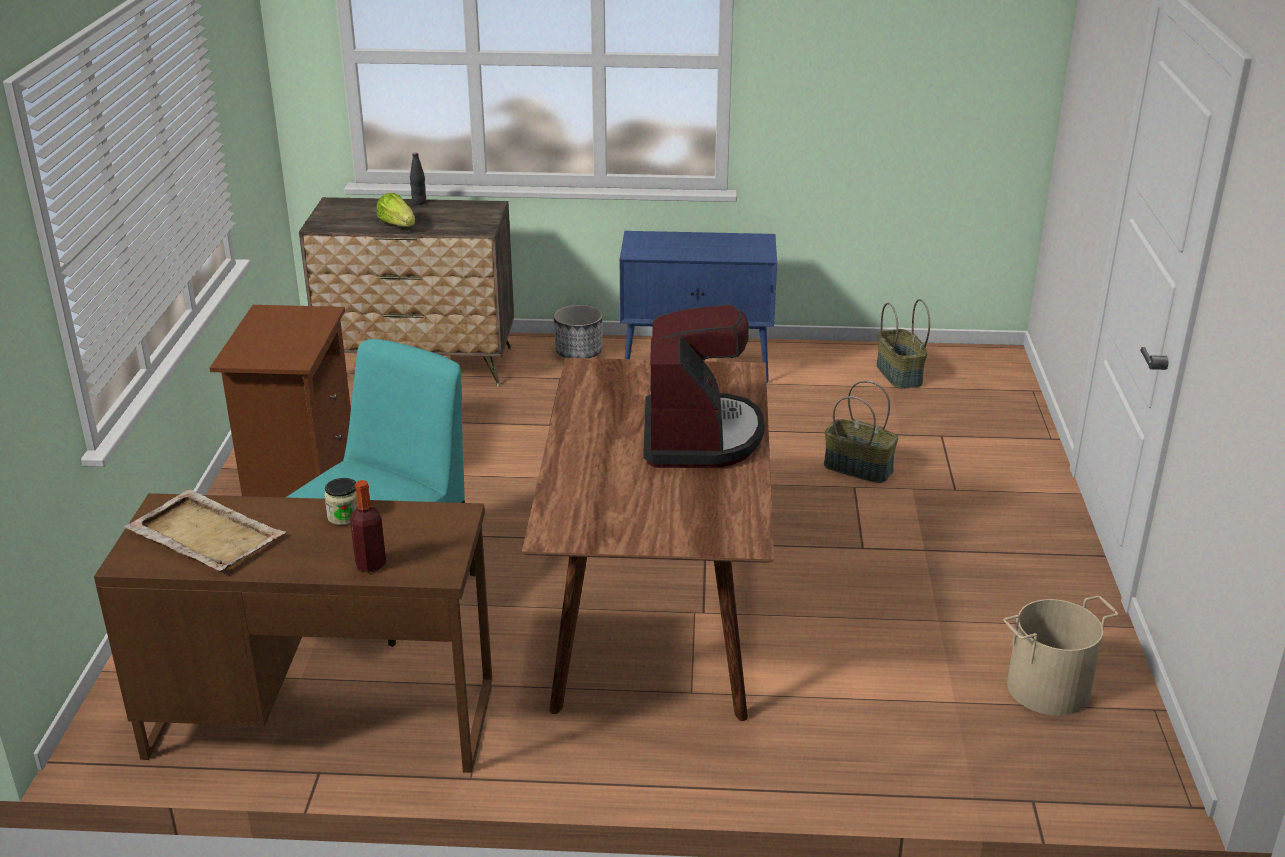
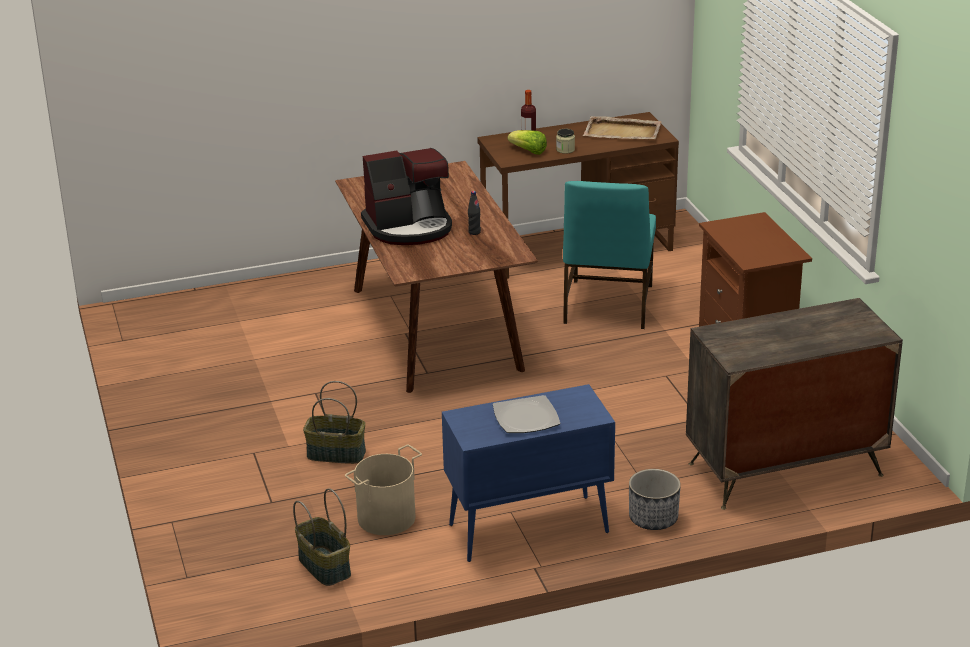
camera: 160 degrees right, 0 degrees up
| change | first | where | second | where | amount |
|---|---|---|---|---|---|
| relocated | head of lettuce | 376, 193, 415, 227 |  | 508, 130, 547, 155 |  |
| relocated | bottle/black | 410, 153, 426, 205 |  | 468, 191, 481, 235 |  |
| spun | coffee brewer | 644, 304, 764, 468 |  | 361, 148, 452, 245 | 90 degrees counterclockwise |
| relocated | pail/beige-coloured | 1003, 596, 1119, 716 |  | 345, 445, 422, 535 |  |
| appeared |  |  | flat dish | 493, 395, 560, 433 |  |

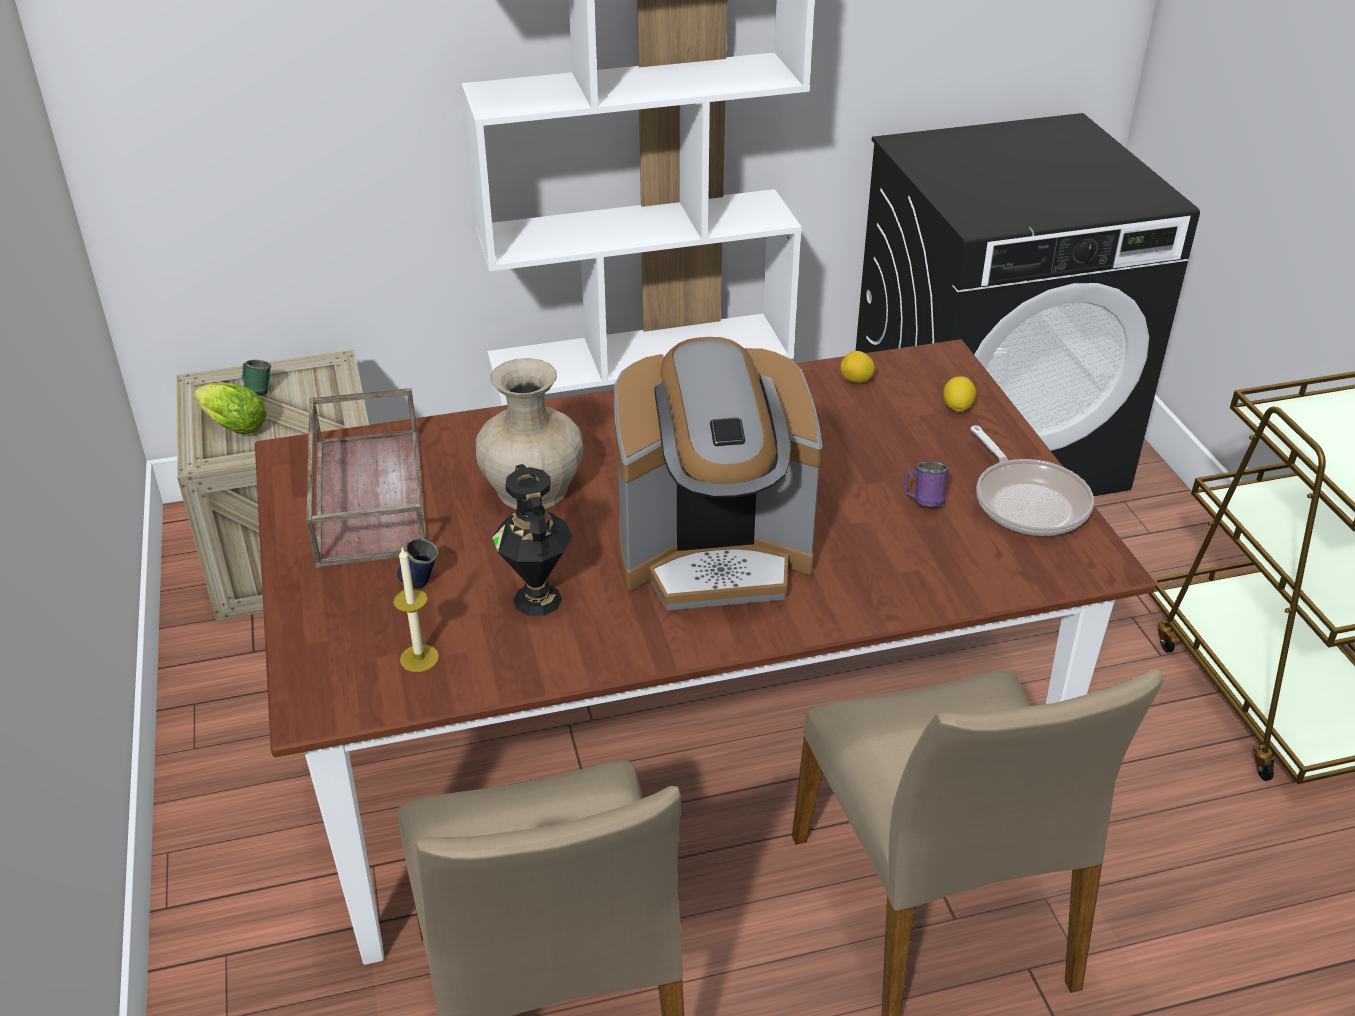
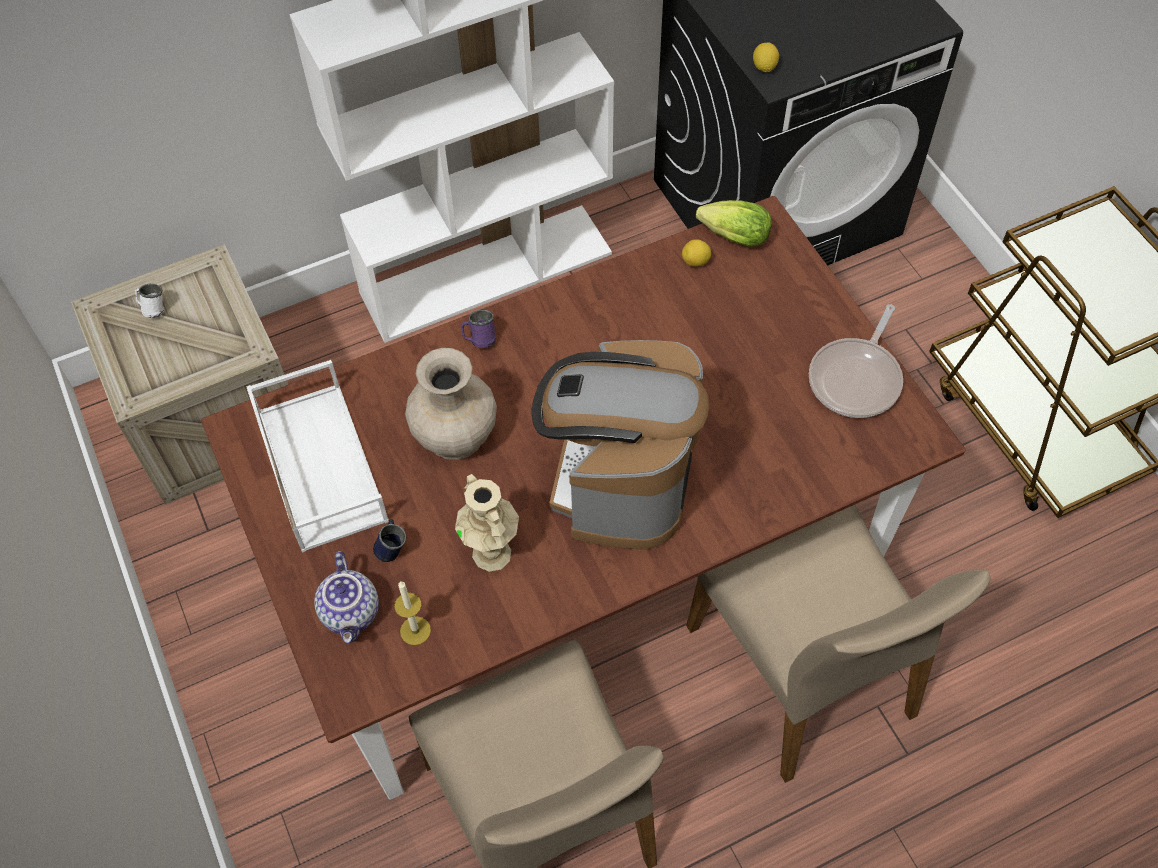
camera: 10 degrees left, 20 degrees up
| change | first | where | second | where | amount |
|---|---|---|---|---|---|
| relocated | head of lettuce | 193, 383, 267, 434 |  | 696, 200, 772, 247 |  |
| colour | mug/green-coloured | 242, 360, 271, 396 | mug/white | 135, 284, 164, 318 |  |
| colour | serving tray/brown-coloured | 307, 388, 426, 568 | serving tray/white | 246, 360, 389, 553 |  |
| colour | vase/black | 492, 464, 573, 616 | vase/beige-coloured | 455, 474, 519, 572 |  |
| spun | coffee brewer | 614, 337, 823, 610 |  | 531, 340, 709, 550 | 120 degrees clockwise |
| relocated | mug/purplish | 904, 462, 949, 507 |  | 461, 310, 496, 348 |  |
| relocated | citrus fruit | 943, 376, 976, 412 |  | 753, 42, 779, 72 |  |
| spun | pan | 970, 425, 1094, 536 |  | 809, 304, 903, 418 | 60 degrees clockwise |
| appeared |  |  | teapot | 314, 551, 379, 643 |  |

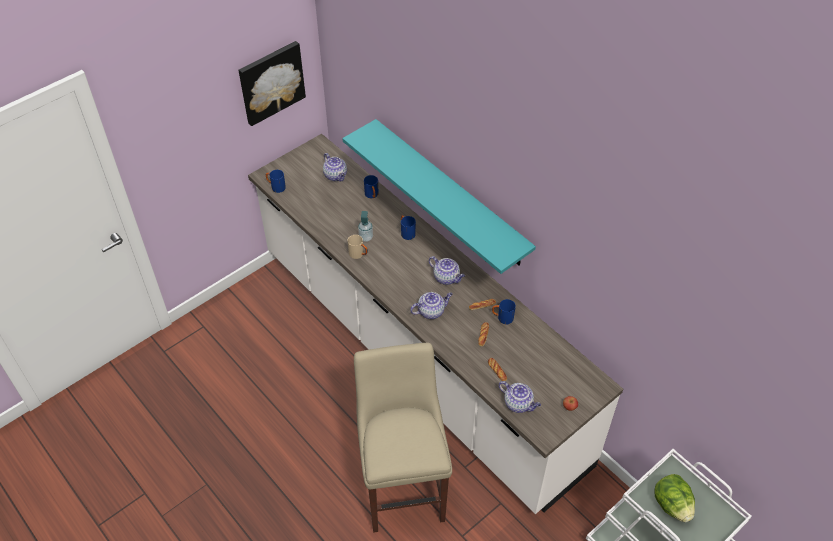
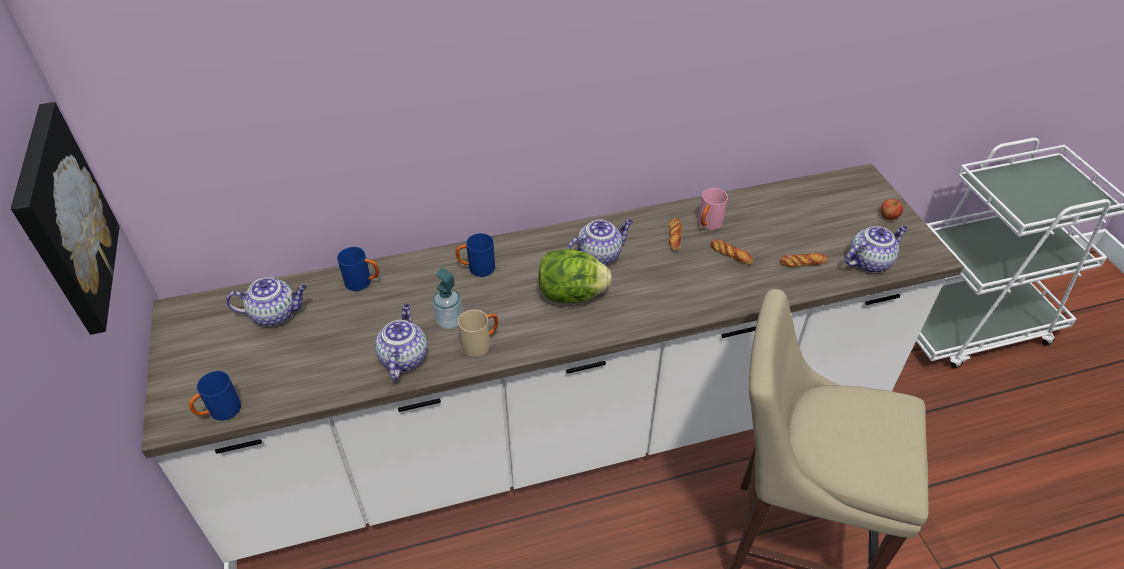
camera: 65 degrees left, 5 degrees down
| change | first | where | second | where | amount |
|---|---|---|---|---|---|
| missing | bracket shelf/turquoise | 342, 119, 536, 274 |  |  |  |
| relocated | teapot | 410, 292, 452, 319 |  | 375, 304, 427, 380 |  |
| colour | mug/blue | 492, 299, 516, 324 | mug/pinkish | 698, 188, 728, 230 |  |
| relocated | head of lettuce | 654, 474, 695, 522 |  | 539, 249, 612, 303 |  |

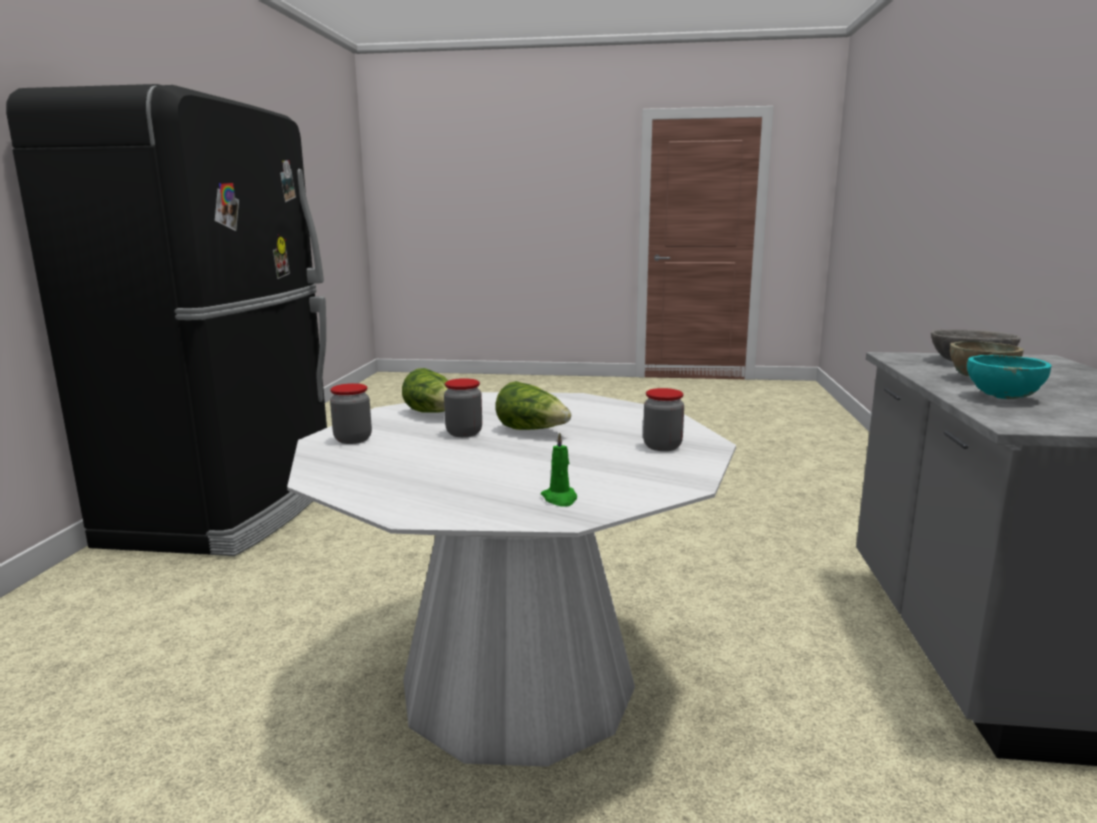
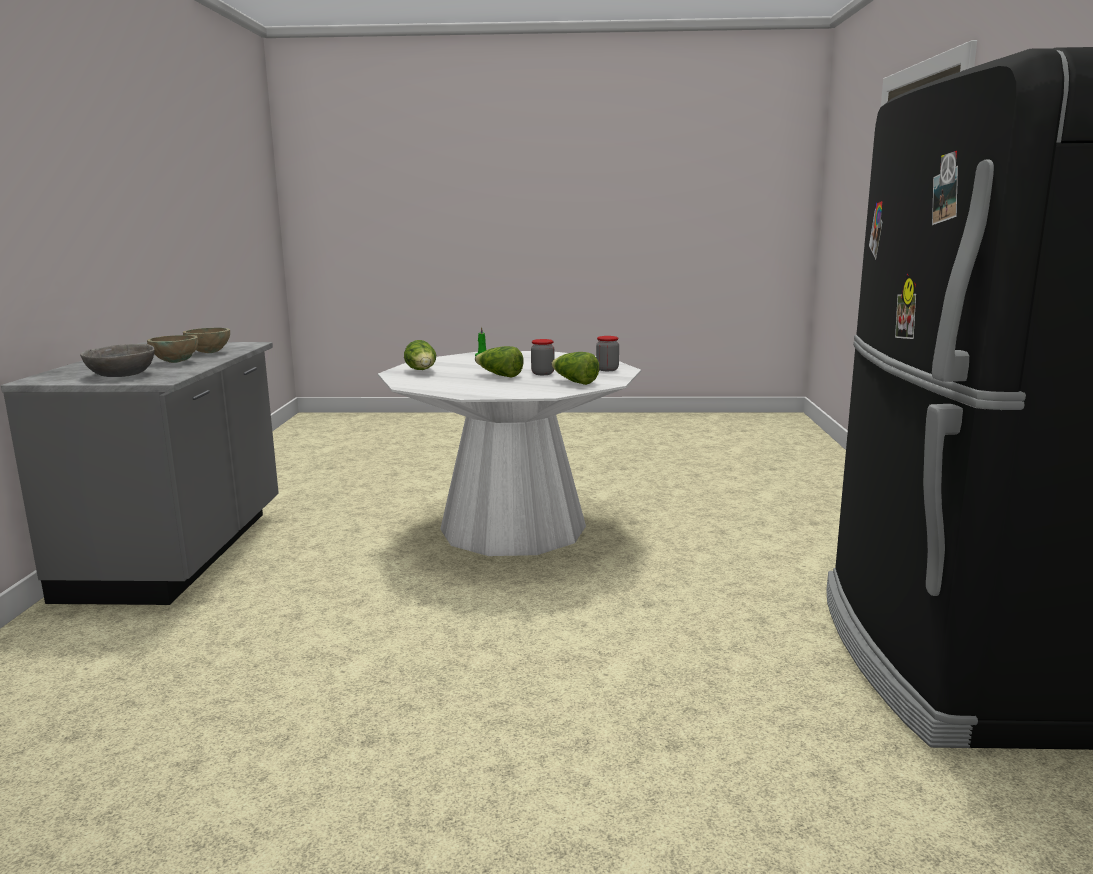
camera: 175 degrees right, 0 degrees up
| change | first | where | second | where | amount |
|---|---|---|---|---|---|
| exchanged | preserve jar | 643, 388, 684, 451 | head of lettuce | 404, 340, 436, 370 |  |
| colour | serving bowl/turquoise | 967, 355, 1051, 399 | serving bowl/beige-coloured | 183, 328, 230, 353 |  |

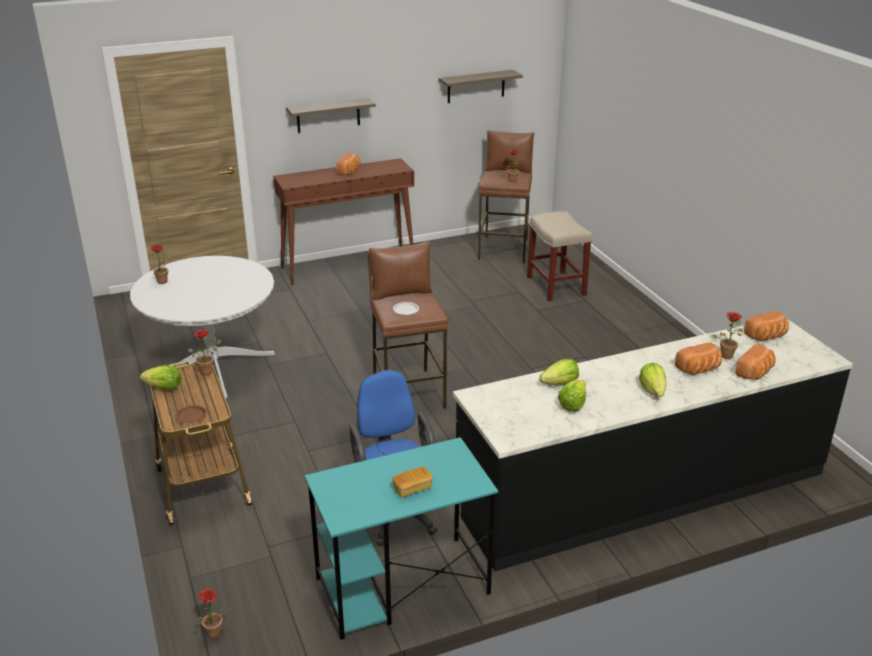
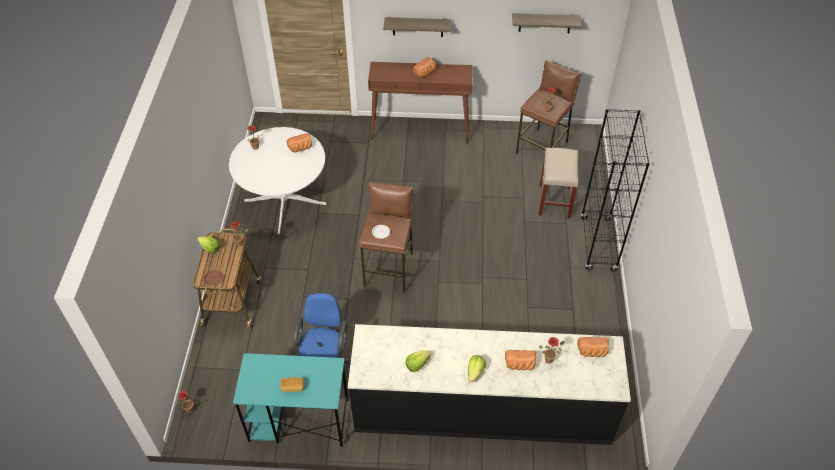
camera: 25 degrees right, 20 degrees up
| change | first | where | second | where | amount |
|---|---|---|---|---|---|
| missing | head of lettuce | 539, 359, 579, 385 |  |  |  |
| relocated | baked bread | 735, 343, 776, 380 |  | 287, 133, 312, 152 |  |
| appeared |  |  | bookshelf/black | 581, 109, 650, 271 |  |

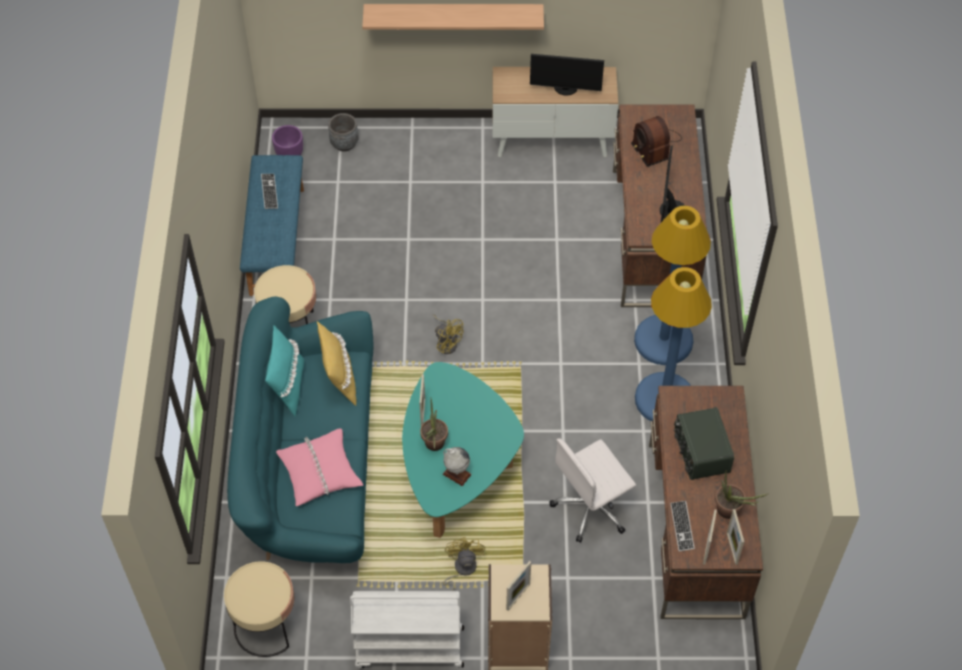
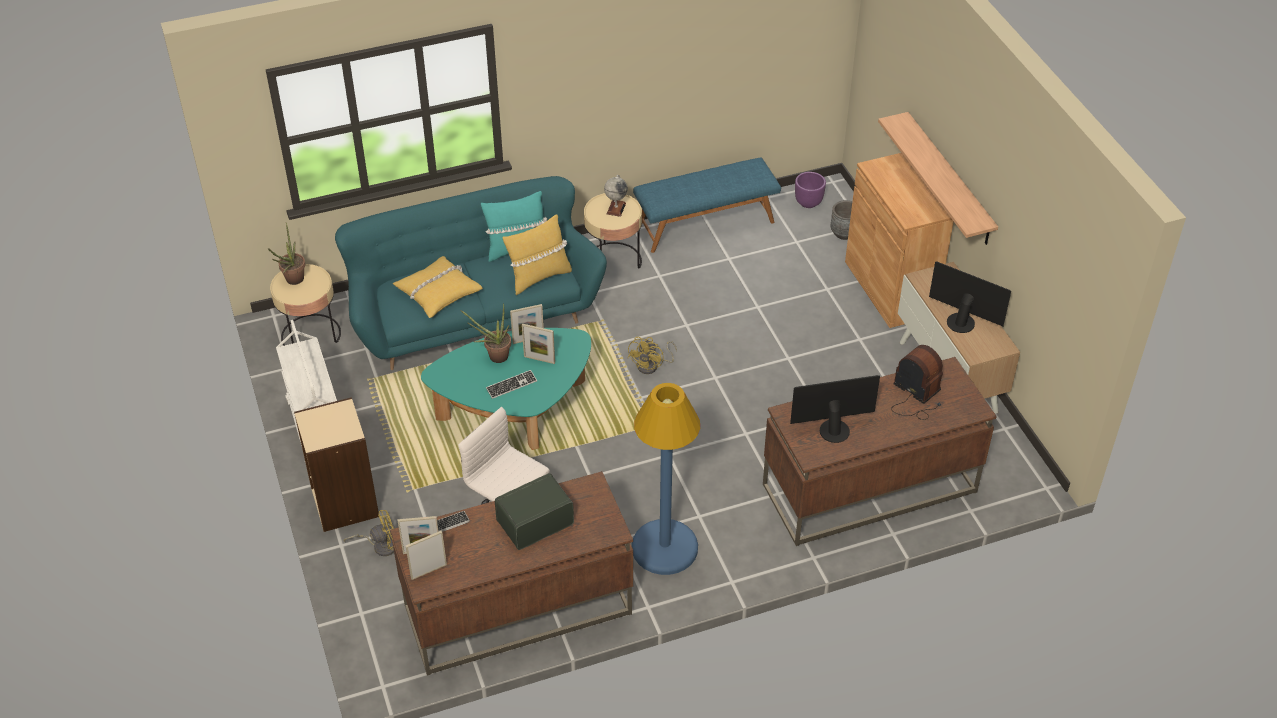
camera: 70 degrees right, 10 degrees down
| change | first | where | second | where | amount |
|---|---|---|---|---|---|
| relocated | PC keyboard | 261, 174, 278, 209 |  | 486, 370, 537, 399 |  |
| colour | throw pillow/pinkish | 276, 429, 363, 506 | throw pillow/yellowish | 393, 256, 483, 318 |  |
| relocated | desk globe | 443, 447, 472, 486 |  | 604, 175, 628, 217 |  |
| relocated | cooling fan/yellowish | 443, 537, 485, 591 |  | 344, 510, 395, 556 |  |
| relocated | picture frame | 506, 561, 531, 611 |  | 522, 324, 555, 364 |  |
| spun | computer screen | 530, 54, 604, 95 |  | 929, 262, 1011, 333 | 135 degrees clockwise |
| spun | radio | 631, 116, 682, 167 |  | 891, 345, 943, 420 | 90 degrees clockwise |
| missing | standing lamp/blue | 634, 206, 711, 365 |  |  |  |
| relocated | potted plant | 715, 472, 768, 519 |  | 268, 223, 305, 285 |  |
| appeared |  |  | cabinet/brown-coloured | 845, 153, 954, 328 |  |

